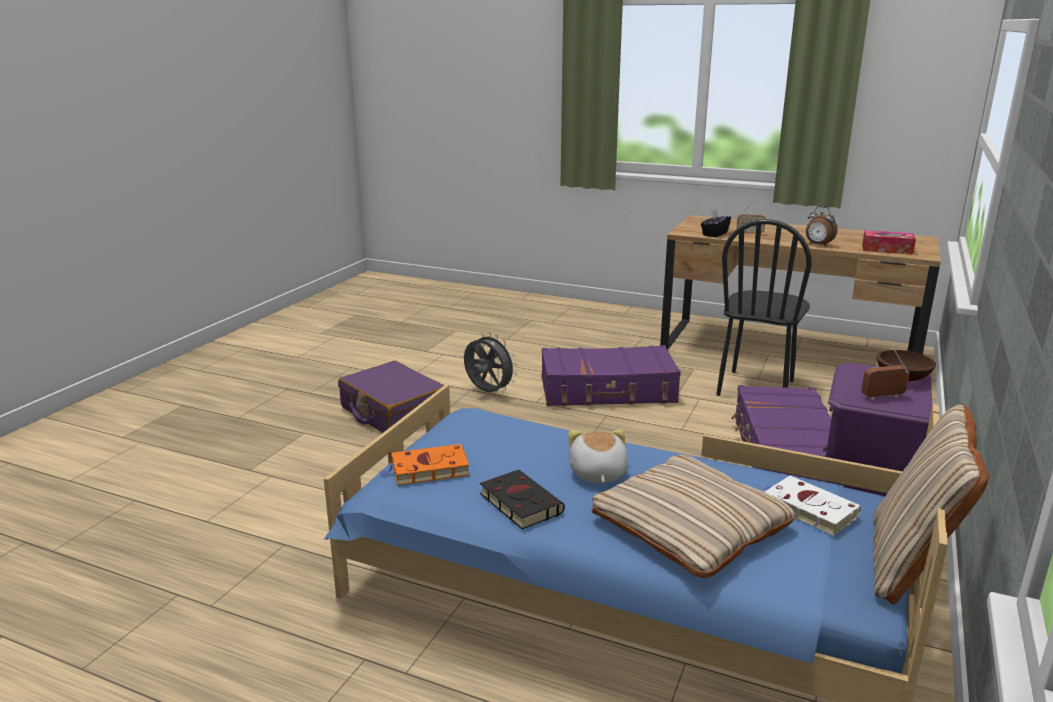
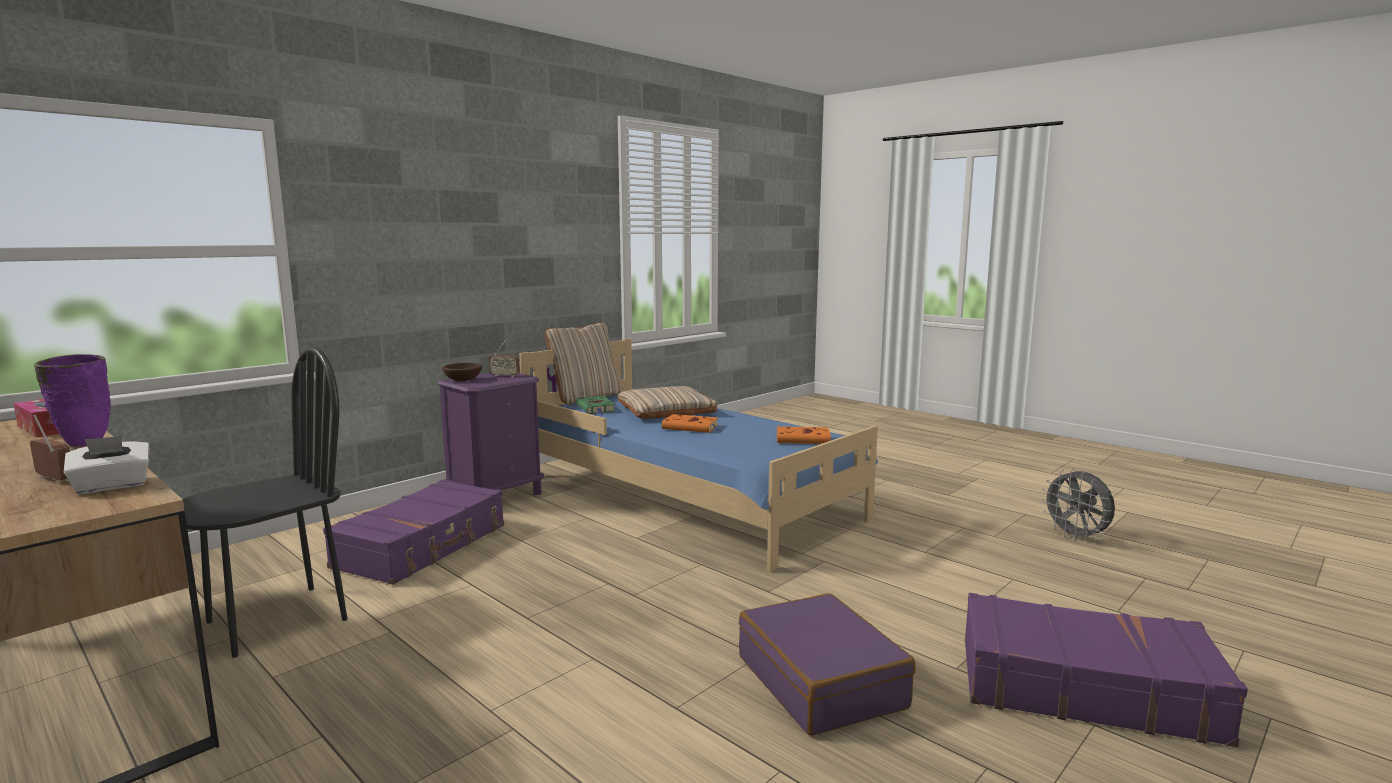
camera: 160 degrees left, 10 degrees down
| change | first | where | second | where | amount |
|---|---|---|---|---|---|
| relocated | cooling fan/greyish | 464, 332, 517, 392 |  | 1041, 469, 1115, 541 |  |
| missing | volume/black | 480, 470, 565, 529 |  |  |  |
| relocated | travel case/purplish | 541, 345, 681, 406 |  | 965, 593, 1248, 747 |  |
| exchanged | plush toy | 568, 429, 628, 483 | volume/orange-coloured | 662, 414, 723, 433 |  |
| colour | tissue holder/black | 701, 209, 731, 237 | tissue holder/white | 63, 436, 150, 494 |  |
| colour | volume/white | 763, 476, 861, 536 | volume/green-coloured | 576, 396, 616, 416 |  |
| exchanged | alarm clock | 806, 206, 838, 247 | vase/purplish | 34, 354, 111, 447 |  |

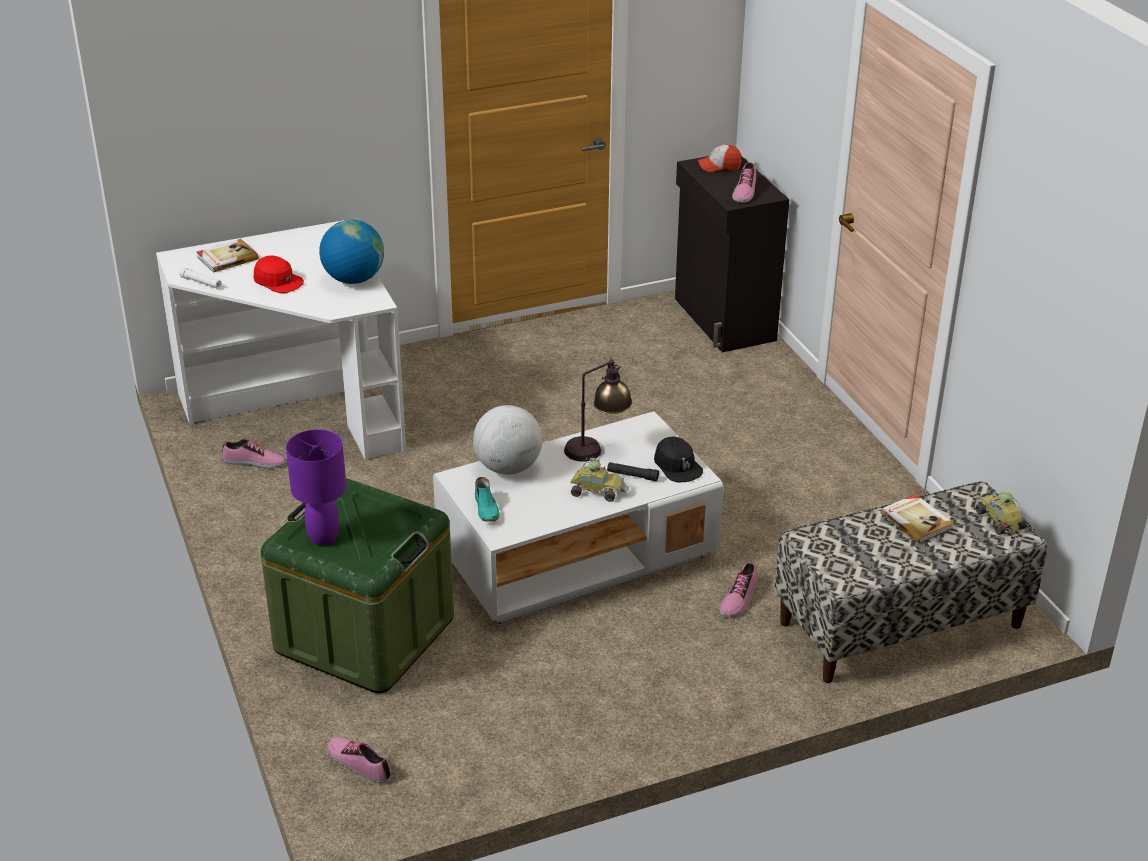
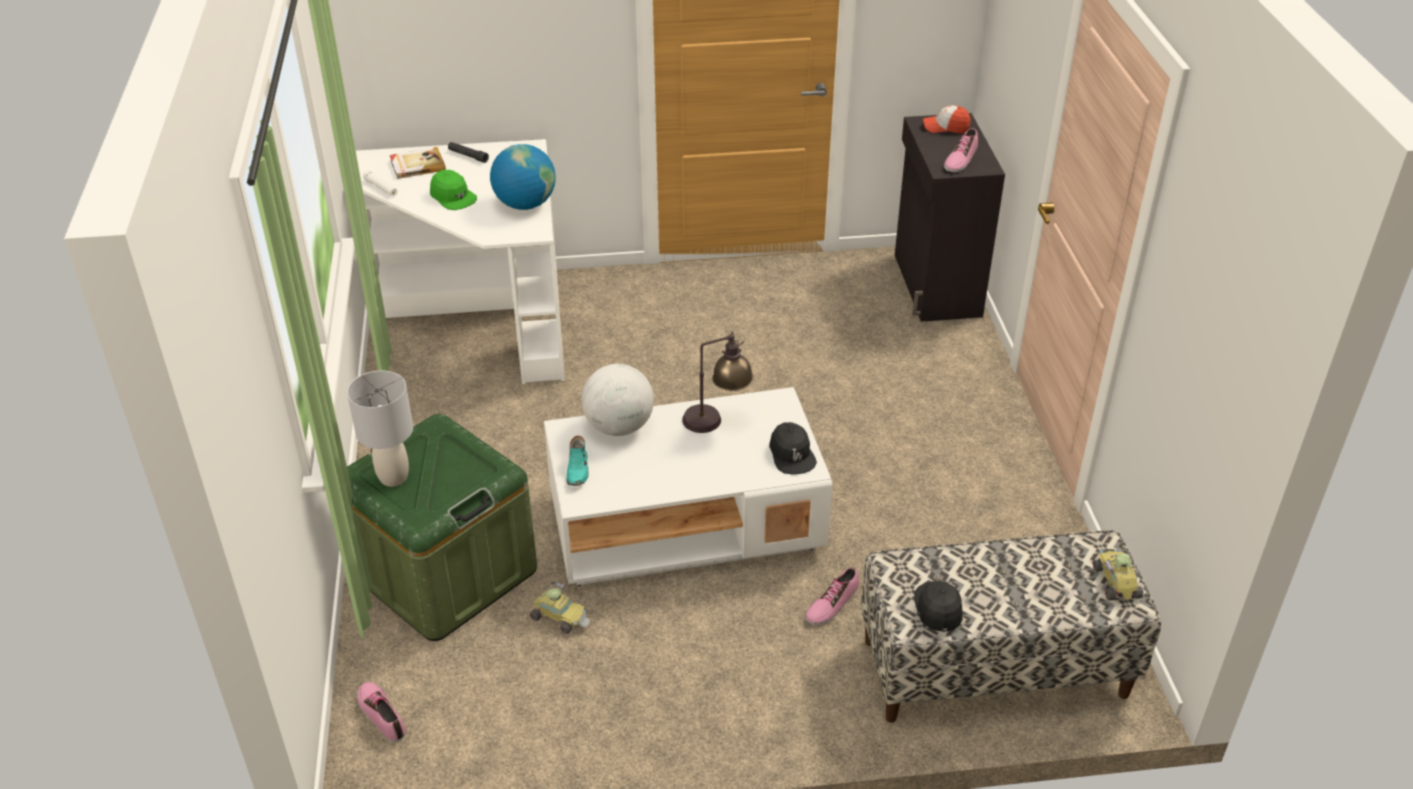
camera: 15 degrees right, 5 degrees up
| change | first | where | second | where | amount |
|---|---|---|---|---|---|
| missing | shoe | 222, 439, 286, 469 |  |  |  |
| colour | peaked cap/red | 253, 255, 304, 293 | peaked cap/green-coloured | 430, 170, 477, 210 |  |
| colour | tabletop lamp/purplish | 286, 429, 346, 545 | tabletop lamp/greyish | 347, 371, 413, 487 |  |
| relocated | toy car | 570, 456, 629, 502 |  | 530, 581, 590, 634 |  |
| relocated | torch/black | 607, 462, 659, 481 |  | 448, 142, 489, 163 |  |
| missing | volume | 881, 494, 954, 543 |  |  |  |
| appeared |  |  | peaked cap/black | 914, 581, 962, 632 |  |

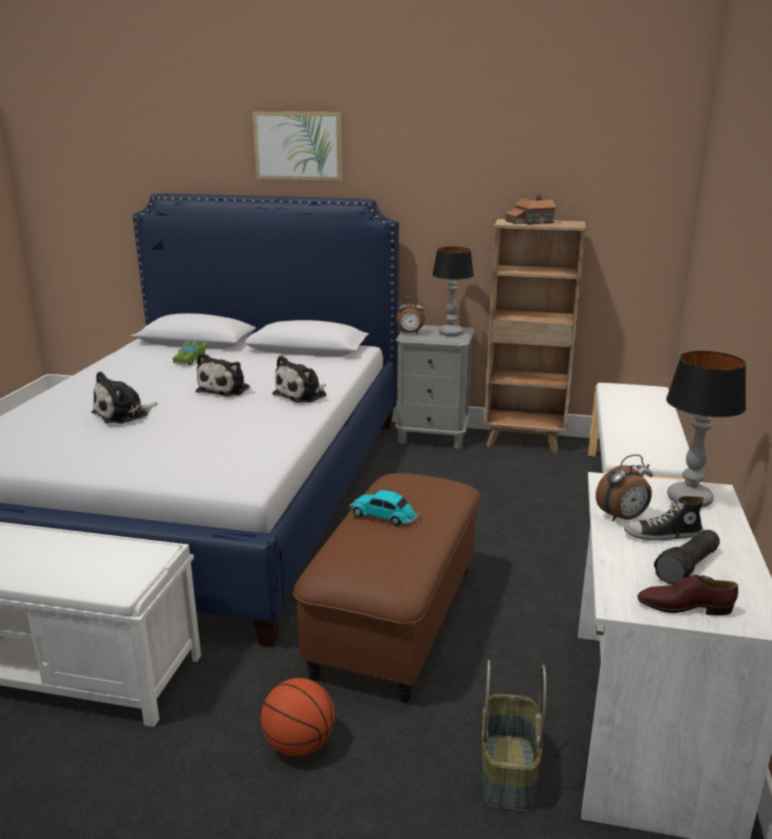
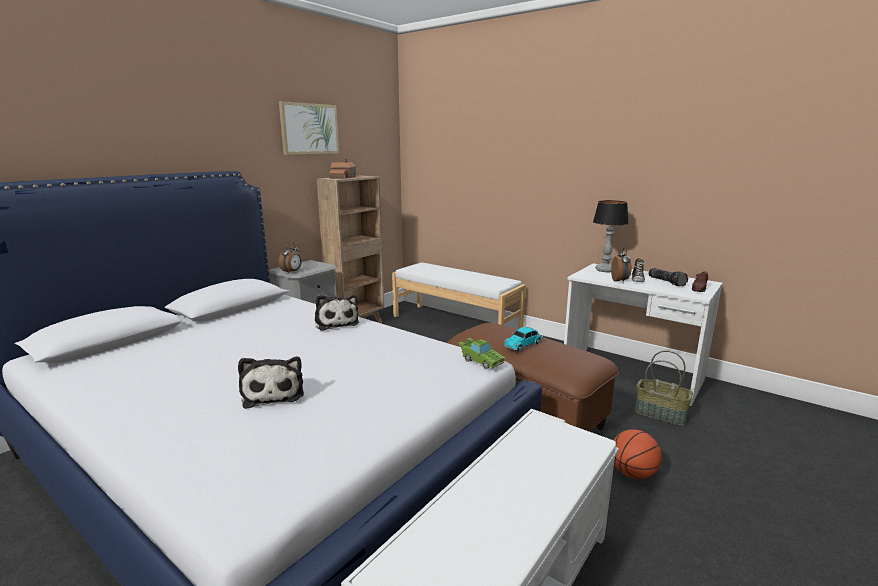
camera: 65 degrees left, 5 degrees down
| change | first | where | second | where | amount |
|---|---|---|---|---|---|
| relocated | toy car/green-coloured | 172, 341, 207, 365 |  | 458, 338, 505, 369 |  |
| missing | plush toy | 196, 353, 250, 397 |  |  |  |
| relocated | wall art | 252, 112, 343, 181 |  | 279, 101, 339, 155 |  |
| missing | tabletop lamp | 432, 247, 474, 336 |  |  |  |

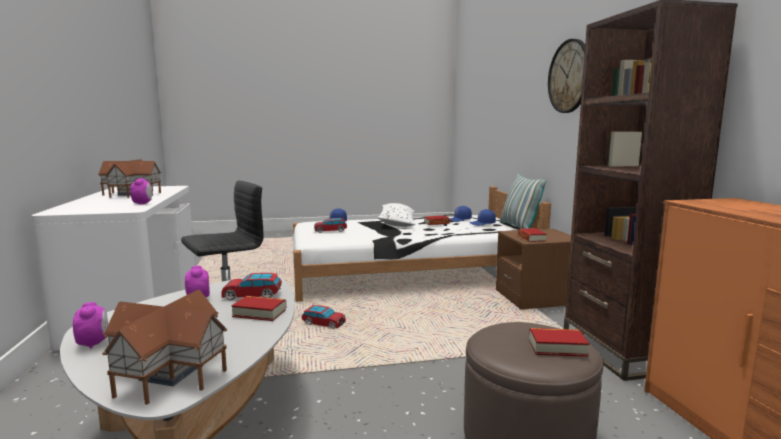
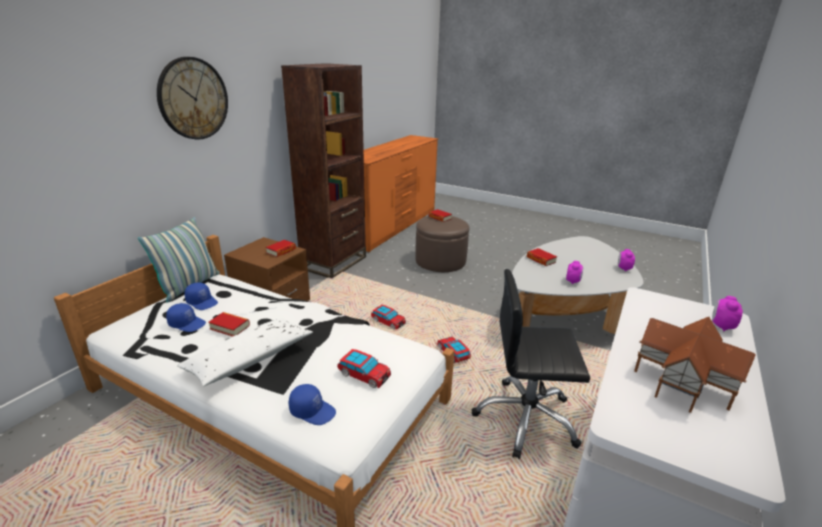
camera: 140 degrees left, 15 degrees up
| change | first | where | second | where | amount |
|---|---|---|---|---|---|
| missing | toy house | 102, 289, 227, 405 |  |  |  |
| relocated | alarm clock | 130, 178, 152, 205 |  | 712, 296, 743, 331 |  |
| relocated | toy car | 221, 273, 282, 300 |  | 371, 305, 406, 330 |  |

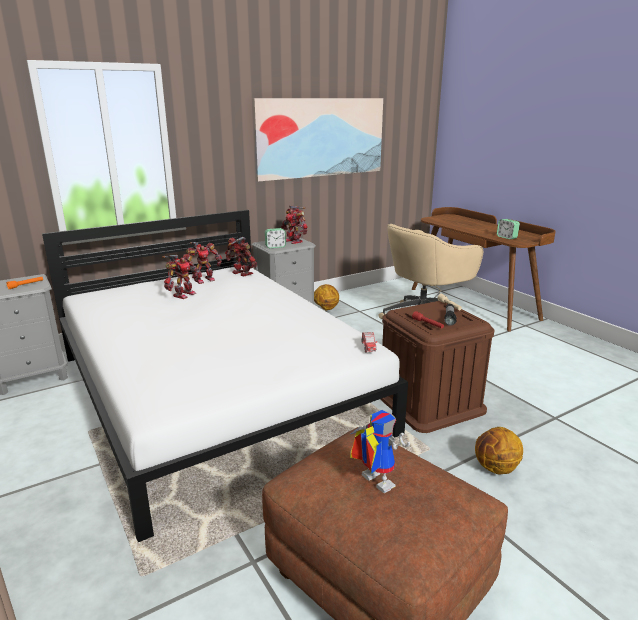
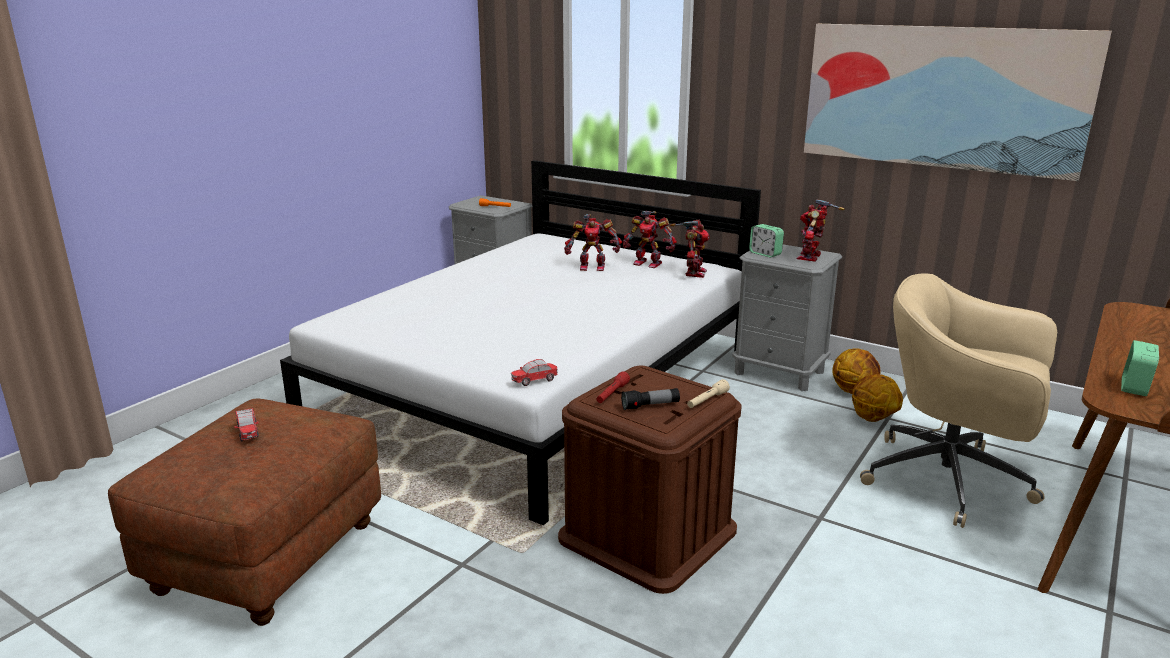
camera: 65 degrees right, 0 degrees up
| change | first | where | second | where | amount |
|---|---|---|---|---|---|
| exchanged | toy robot | 350, 410, 410, 493 | toy car | 235, 408, 259, 442 |  |
| relocated | ball for basketball | 475, 427, 523, 474 |  | 852, 374, 903, 422 |  |

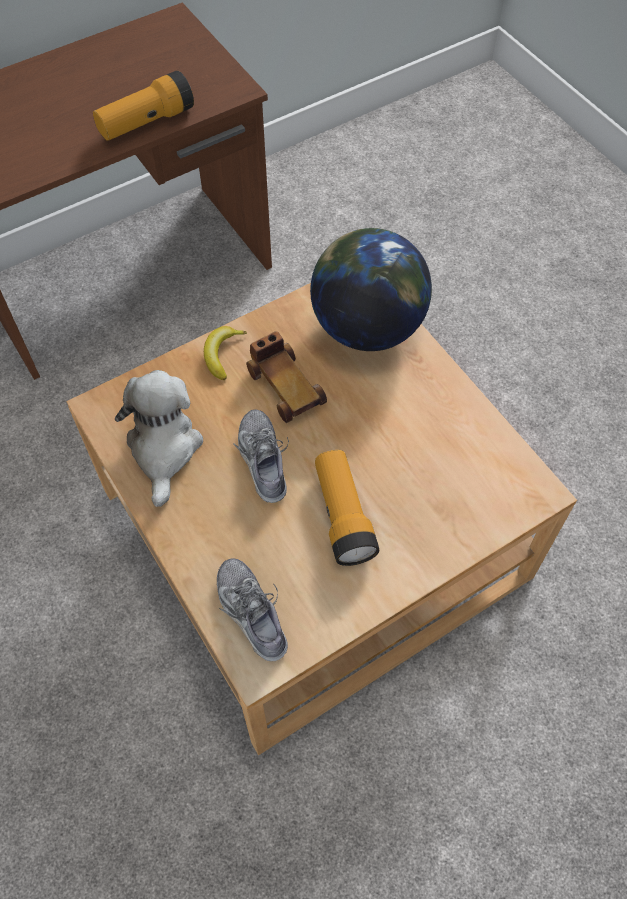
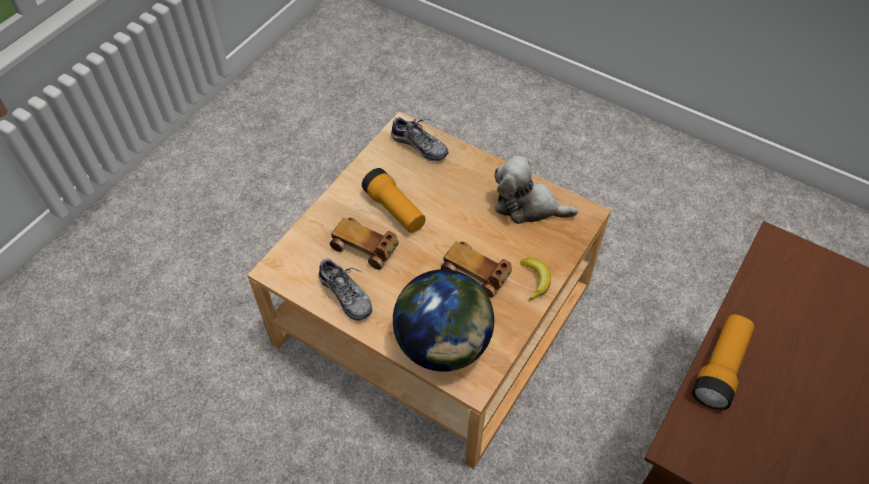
camera: 155 degrees right, 5 degrees down
| change | first | where | second | where | amount |
|---|---|---|---|---|---|
| spun | plush toy | 115, 370, 203, 507 |  | 494, 155, 578, 224 | 135 degrees clockwise |
| relocated | shoe | 233, 409, 289, 503 |  | 318, 258, 372, 320 |  |
| appeared |  |  | toy car | 330, 218, 399, 270 |  |

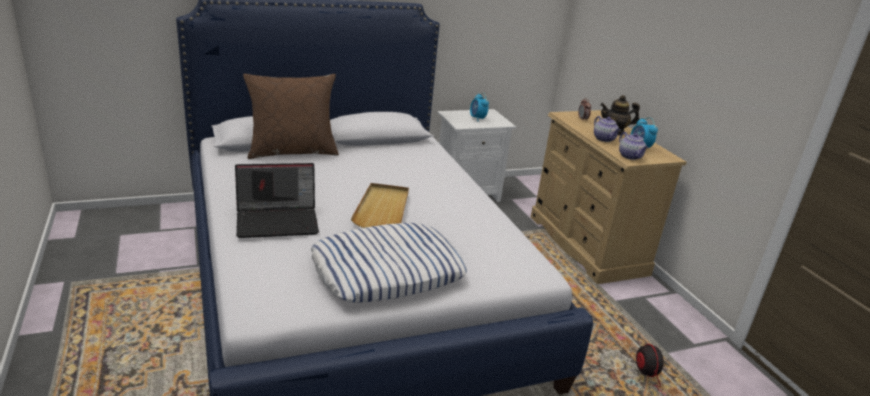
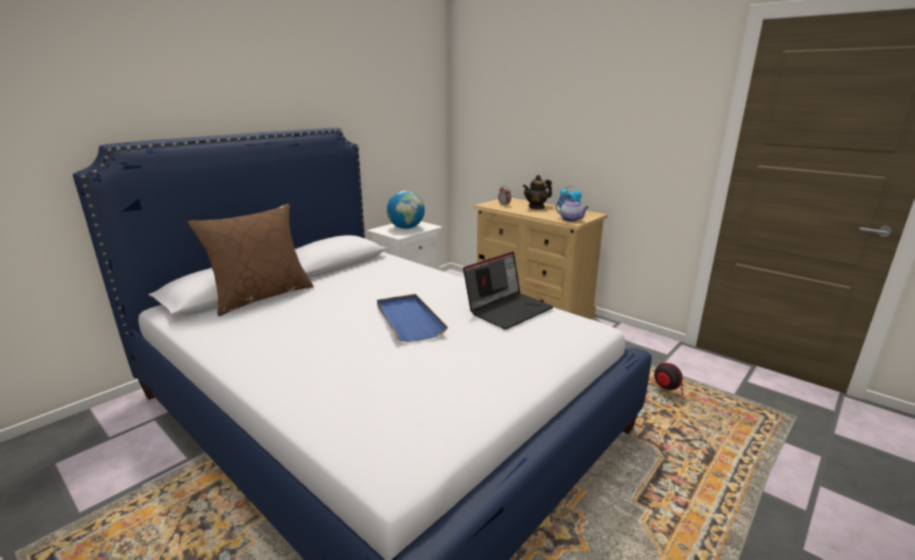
camera: 25 degrees left, 5 degrees down
| change | first | where | second | where | amount |
|---|---|---|---|---|---|
| relocated | notebook computer | 235, 163, 319, 238 |  | 463, 252, 554, 330 |  |
| missing | throw pillow | 311, 223, 467, 303 |  |  |  |
| colour | serving tray/beige-coloured | 351, 183, 409, 228 | serving tray/blue | 377, 294, 448, 342 |  |
| exchanged | alarm clock | 470, 93, 489, 121 | desk globe | 387, 191, 425, 229 |  |
| missing | teapot | 594, 116, 621, 142 |  |  |  |

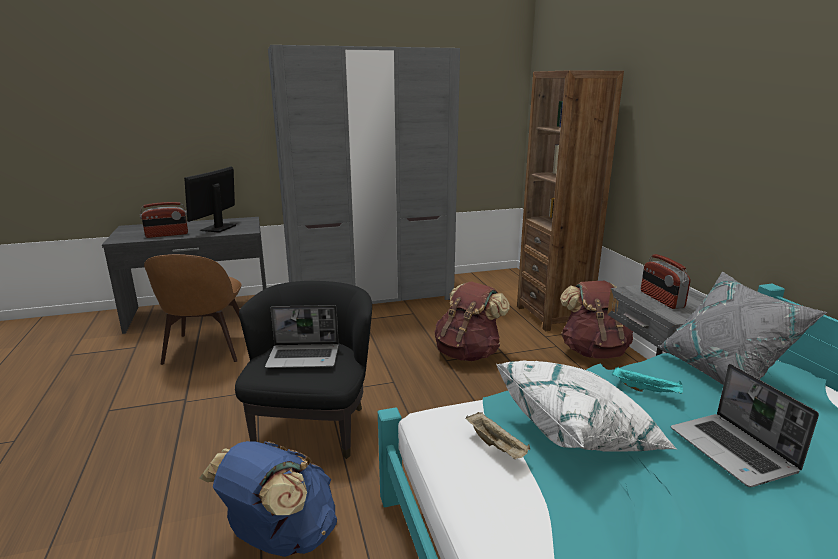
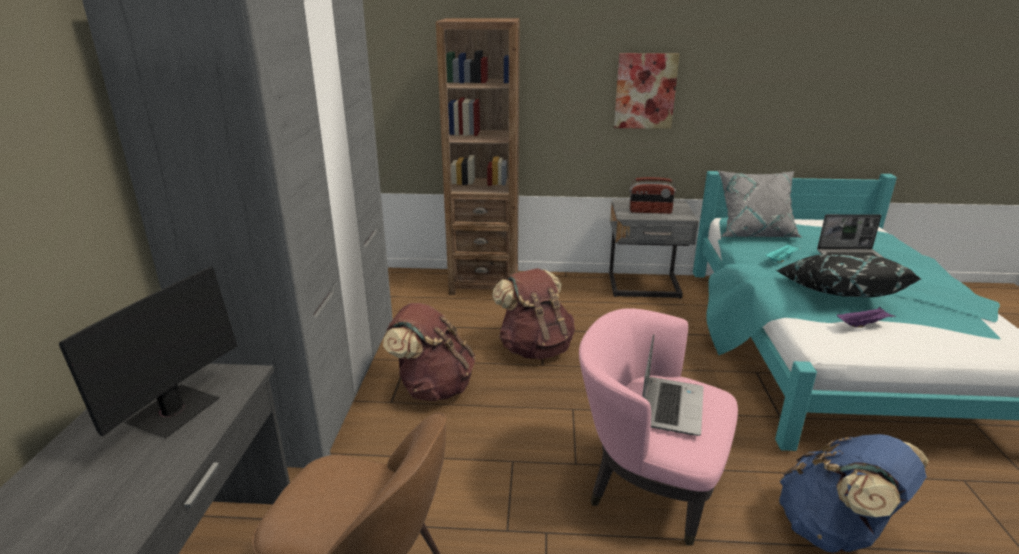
camera: 70 degrees left, 5 degrees up
| change | first | where | second | where | amount |
|---|---|---|---|---|---|
| missing | radio | 140, 202, 188, 238 |  |  |  |
| spun | computer screen | 184, 166, 236, 233 |  | 59, 267, 237, 438 | 105 degrees counterclockwise |
| colour | armchair/black | 235, 281, 372, 459 | armchair/pinkish | 579, 308, 738, 546 |  |
| colour | serving tray/beige-coloured | 465, 412, 530, 459 | serving tray/purplish | 837, 307, 896, 328 |  |
| colour | throw pillow/white | 496, 360, 678, 452 | throw pillow/black | 776, 253, 920, 297 |  |
| relocated | backpack/brown-coloured | 560, 281, 633, 358 |  | 383, 303, 475, 401 |  |
| appeared |  |  | wall art | 614, 53, 680, 129 |  |

